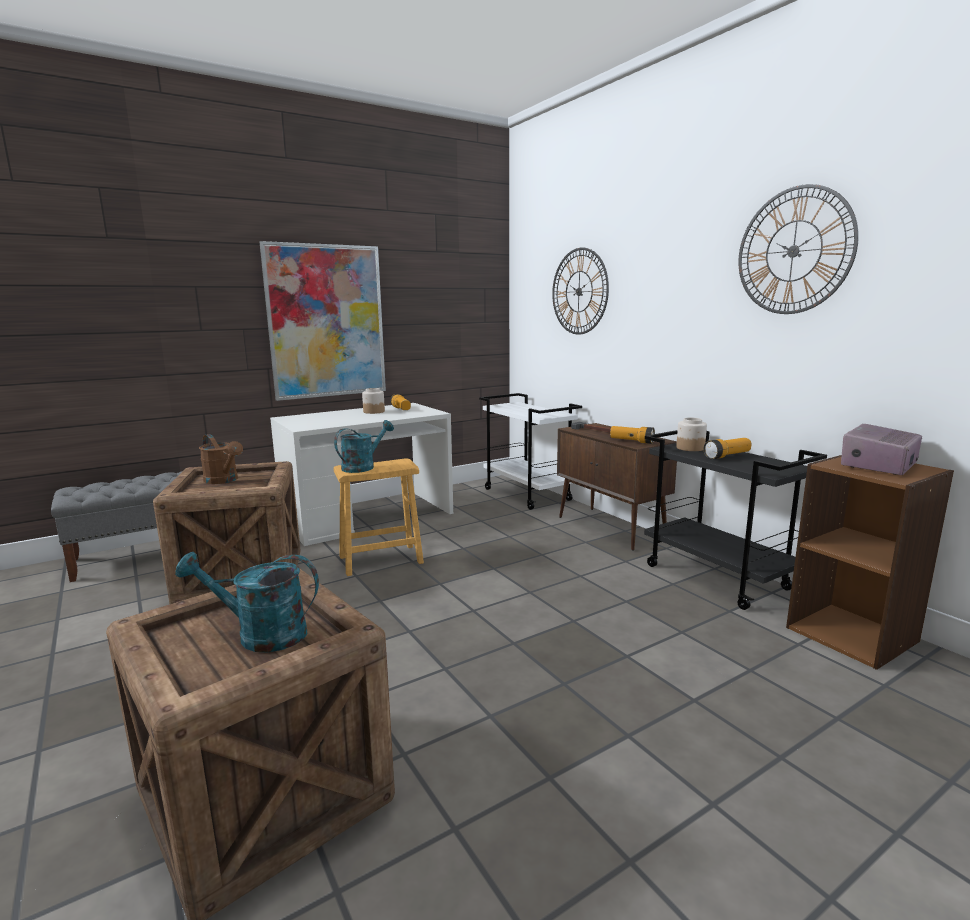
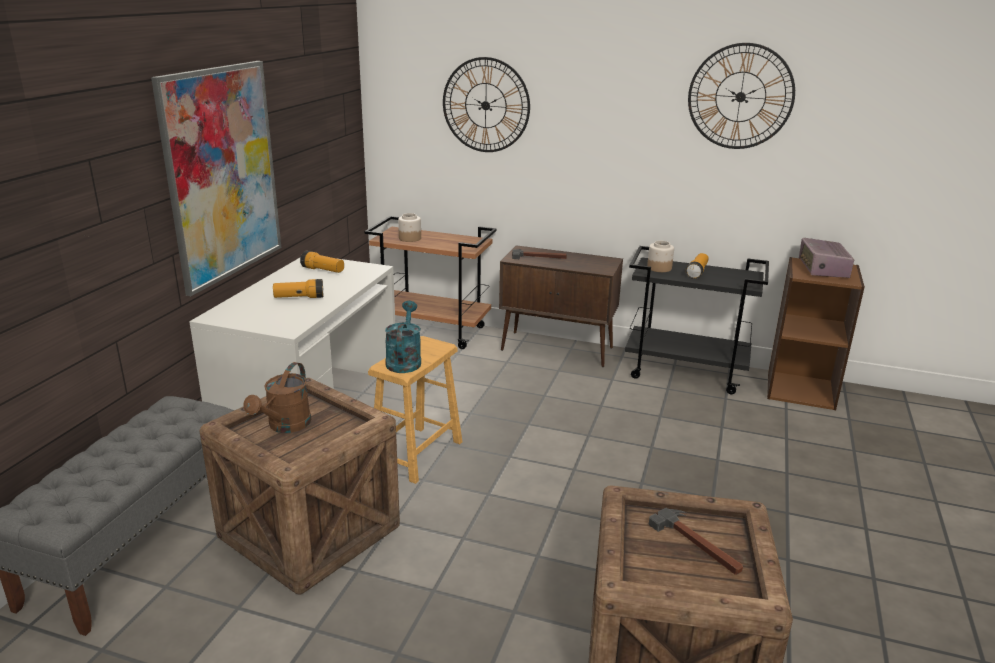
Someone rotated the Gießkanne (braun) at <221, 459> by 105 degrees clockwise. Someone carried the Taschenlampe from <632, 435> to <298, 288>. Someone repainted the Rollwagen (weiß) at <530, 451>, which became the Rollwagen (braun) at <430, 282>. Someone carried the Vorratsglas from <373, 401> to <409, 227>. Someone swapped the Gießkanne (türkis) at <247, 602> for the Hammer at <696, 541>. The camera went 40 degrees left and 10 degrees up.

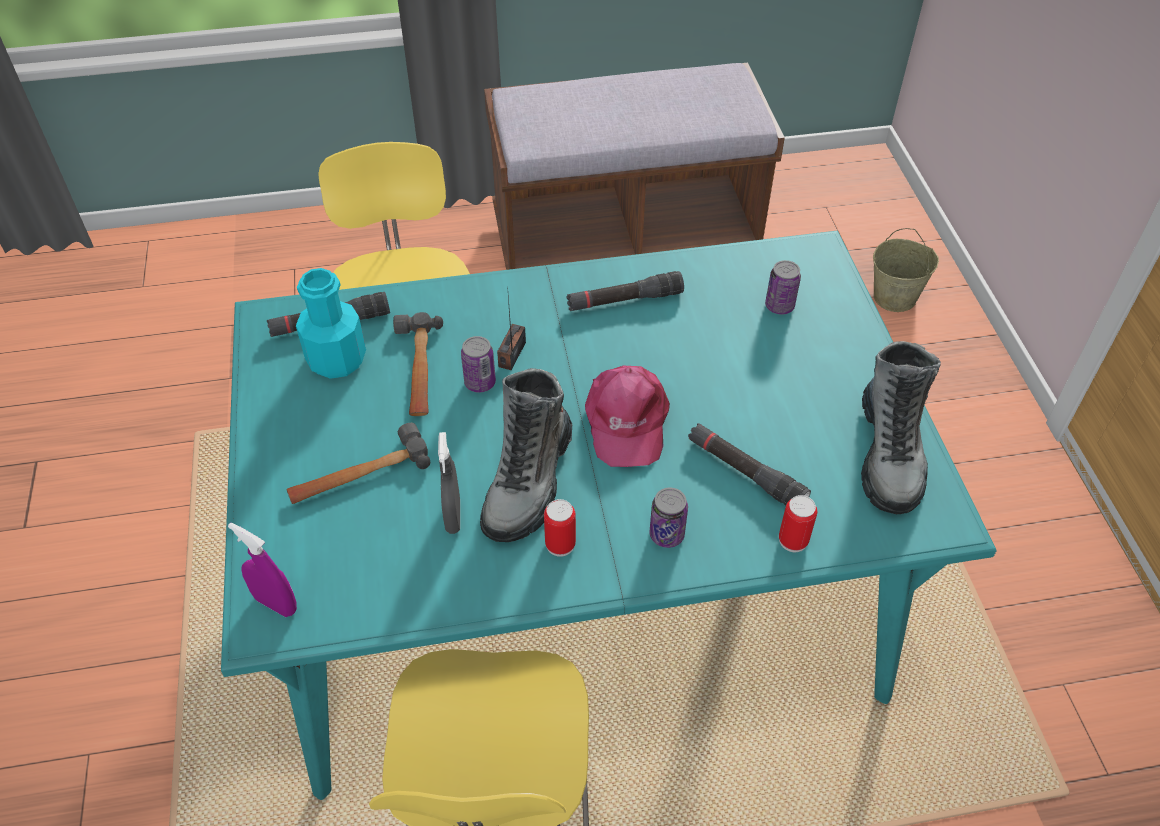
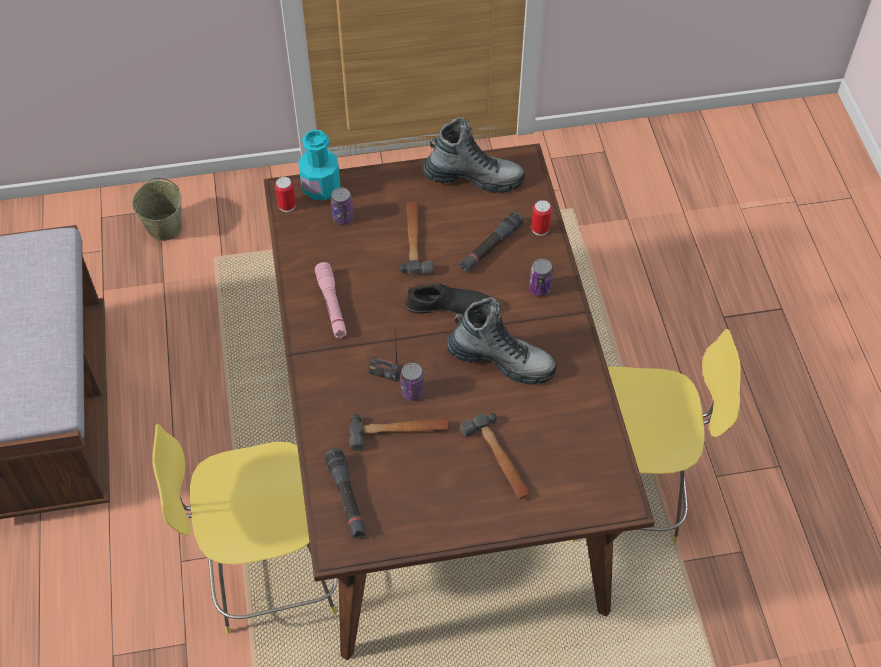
Someone repainted the Esstisch (türkis) at <609, 515>, which became the Esstisch (braun) at <459, 401>. Someone carried the Dose from <560, 528> to <285, 194>. Someone carried the Flasche (türkis) from <331, 323> to <319, 165>. Someone repainted the Taschenlampe (schwarz) at <625, 291>, which became the Taschenlampe (rosa) at <331, 300>. Someone put down the Hammer at <416, 239>. Someone swapped the Kappe (rosa) at <627, 416> for the Schuh (schwarz) at <447, 299>. Someone took away the Sprühflasche (lila) at <262, 570>. Someone took away the Sprühflasche (grau) at <449, 483>. The camera went 90 degrees left and 5 degrees up.

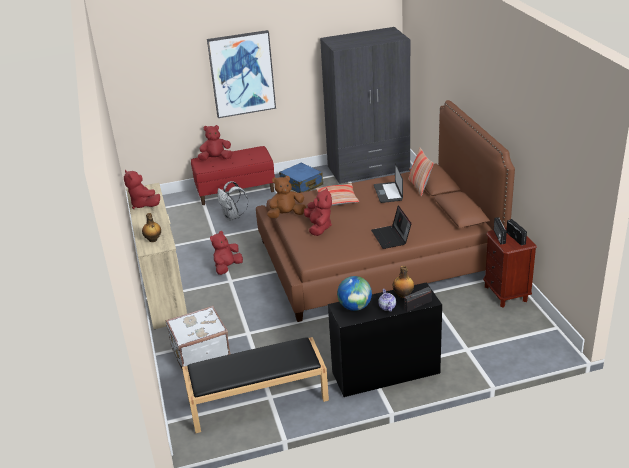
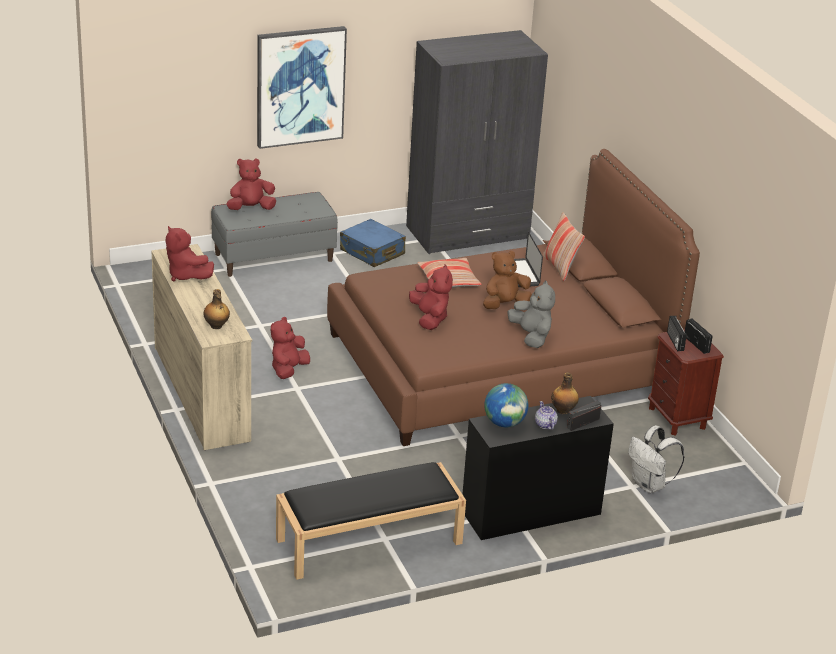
Someone repainted the Bank (rot) at <233, 175>, which became the Bank (grau) at <274, 234>. Someone carried the Plüschtier (braun) from <286, 197> to <507, 280>. Someone swapped the Laptop at <391, 227> for the Plüschtier (grau) at <531, 314>. Someone carried the Rucksack (weiß) from <233, 201> to <656, 459>. Someone took away the Koffer (weiß) at <198, 338>. The camera went 10 degrees left and 0 degrees up.

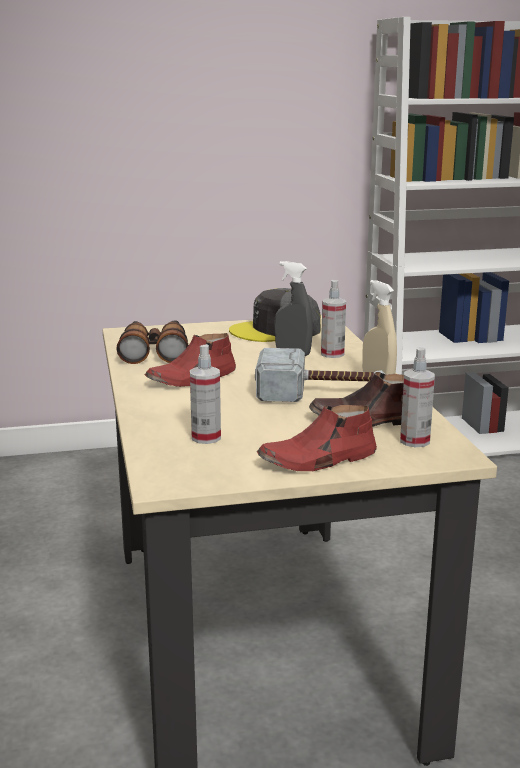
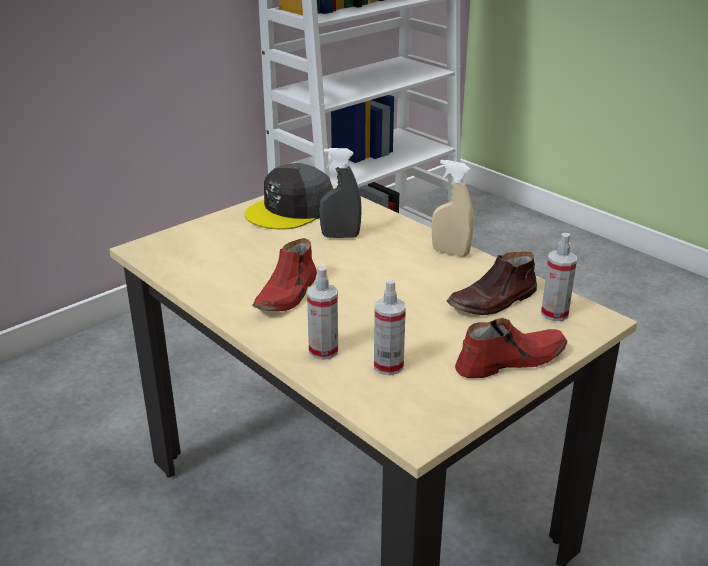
Someone carried the Sprühflasche from <333, 319> to <322, 313>. Someone rotated the Schuh (rot) at <317, 438> by 150 degrees counterclockwise. Someone took away the Fernglas at <152, 342>. Someone took away the Hammer at <320, 375>. The camera went 30 degrees left and 10 degrees up.

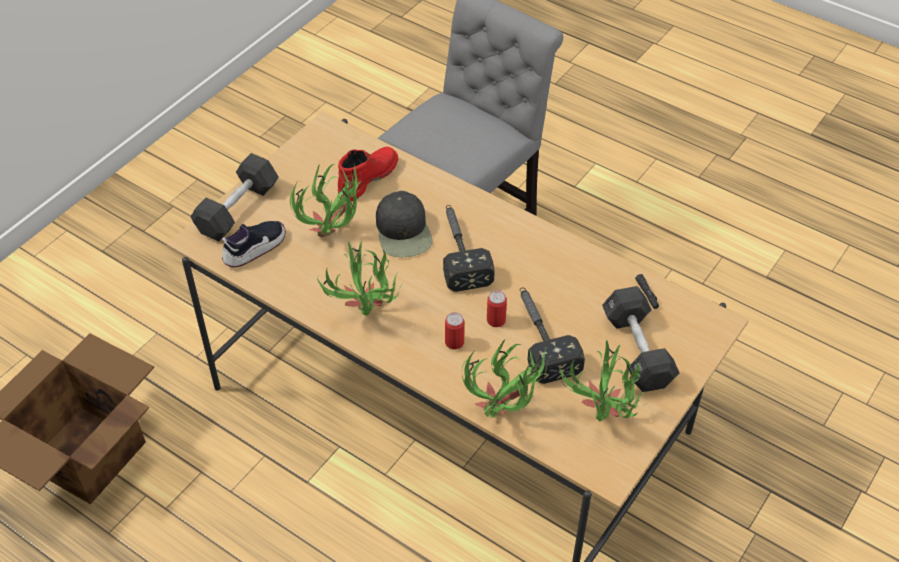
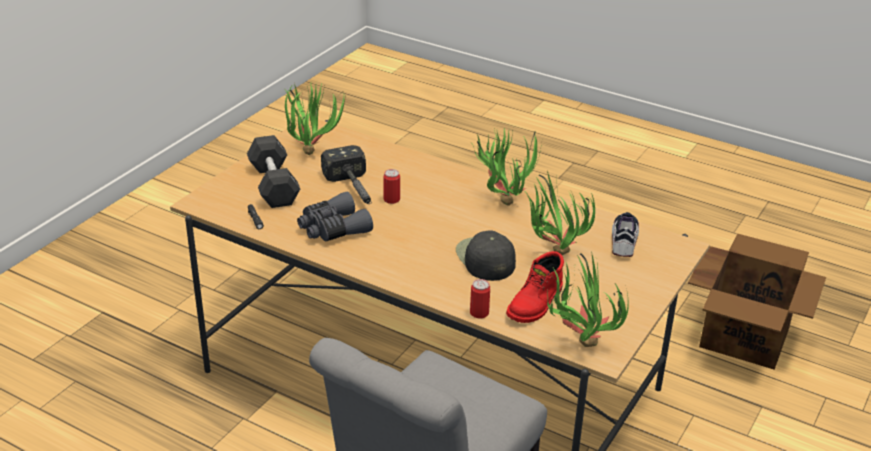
Someone put down the Fernglas (grau) at <335, 217>. Someone carried the Dose from <455, 330> to <480, 298>. Someone carried the Topfpflanze from <505, 378> to <588, 299>. Someone rotated the Schuh at <254, 244> by 150 degrees clockwise. Someone took away the Hantel (schwarz) at <235, 197>. Someone took away the Hammer at <469, 248>. The camera went 175 degrees right and 15 degrees down.

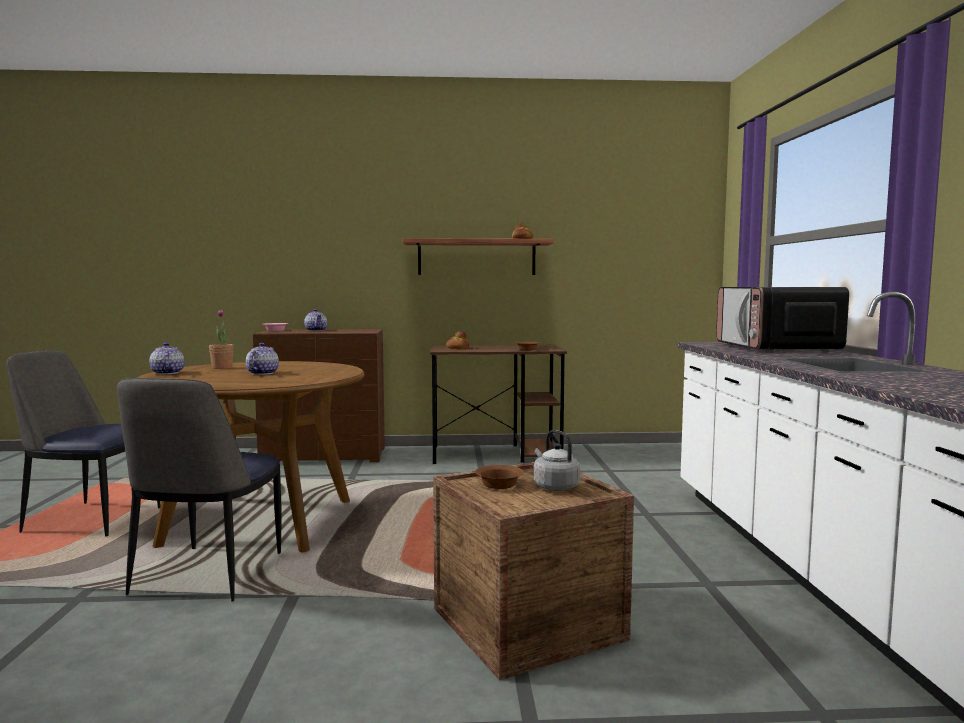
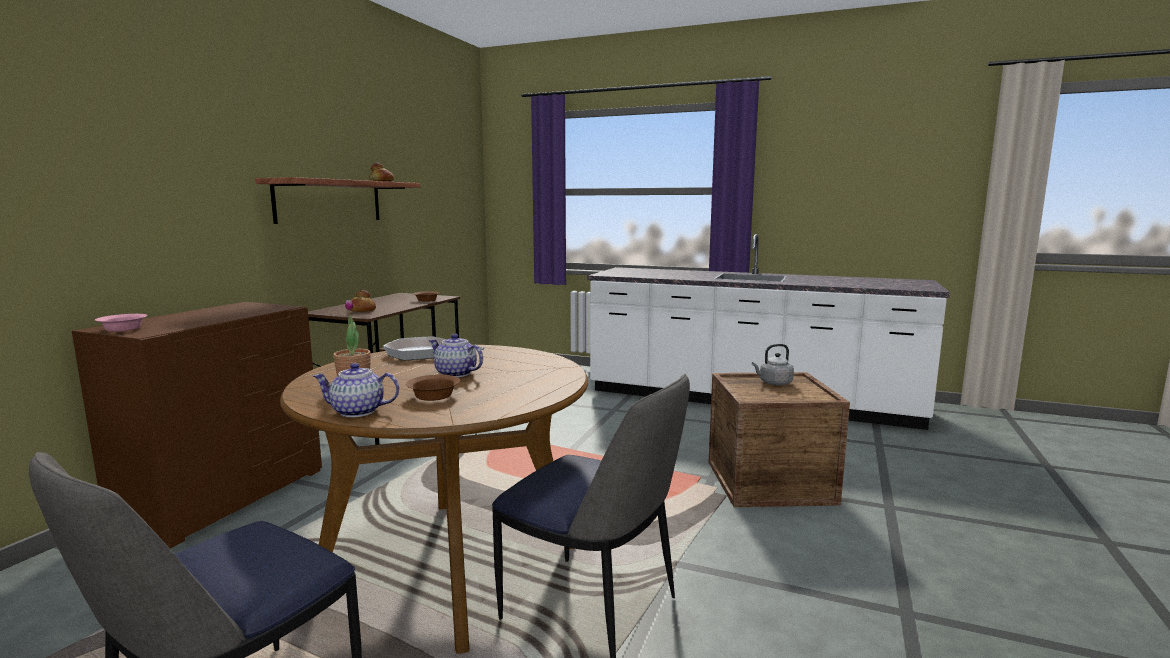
Someone put down the Pfanne at <433, 348>. Someone carried the Schüssel (braun) from <499, 477> to <433, 388>. Someone took away the Teekanne at <315, 320>. Someone took away the Mikrowelle at <782, 319>. The camera went 65 degrees left and 5 degrees up.

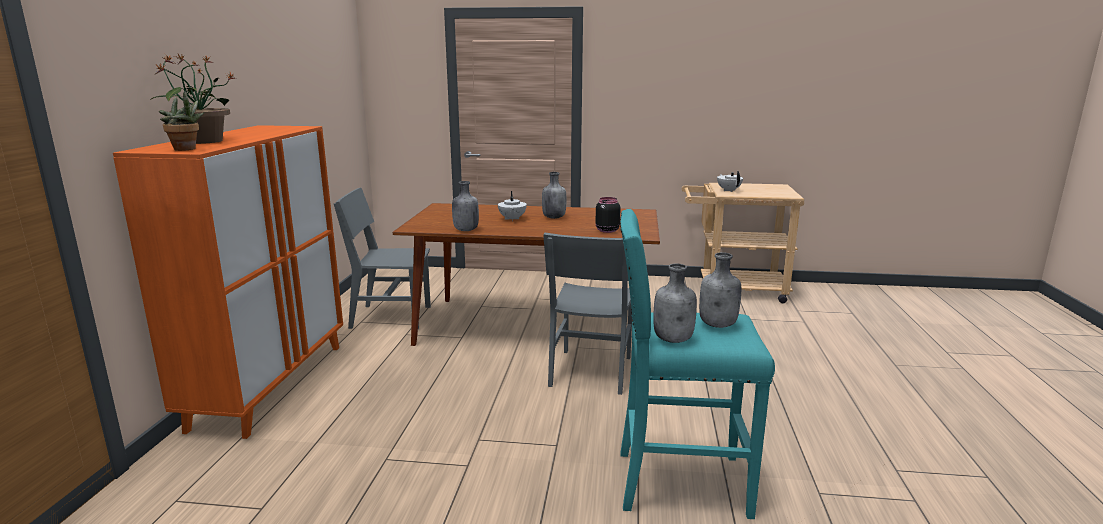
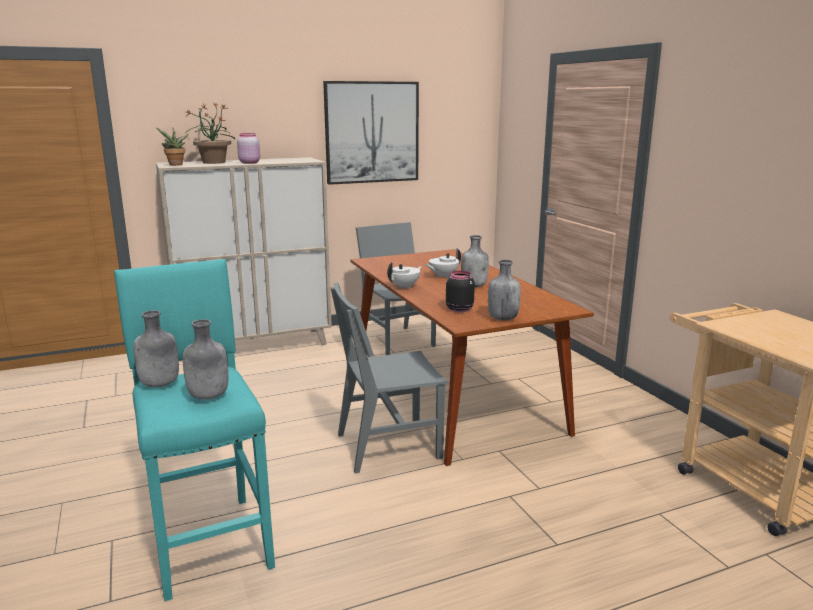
Someone repainted the Schrank (orange) at <228, 282>, which became the Schrank (beige) at <244, 251>. Someone put down the Vorratsglas (rosa) at <248, 148>. Someone put up the Bild at <371, 133>. Someone carried the Teekanne (weiß) from <730, 181> to <404, 275>. Someone carried the Flasche (grau) from <465, 206> to <504, 290>. The camera went 60 degrees right and 0 degrees up.

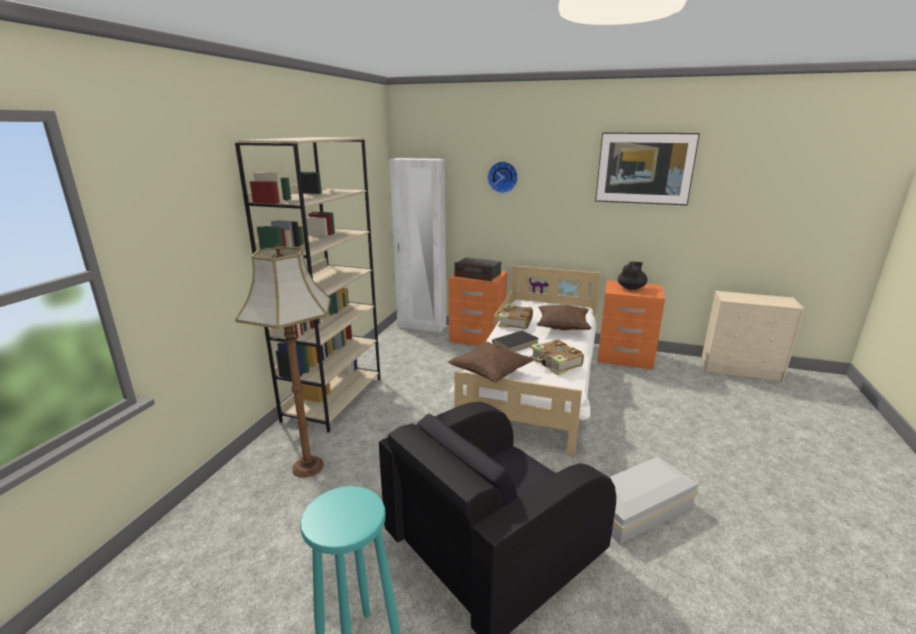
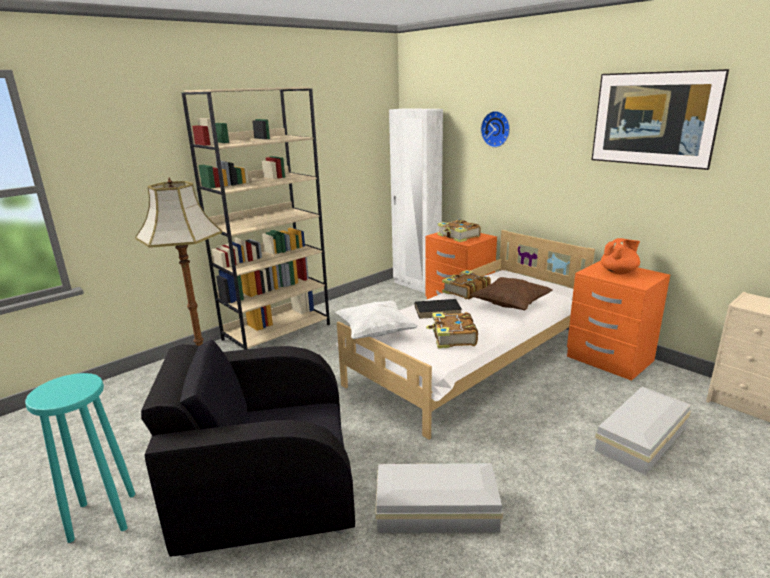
Someone repainted the Kissen (braun) at <491, 362>, which became the Kissen (weiß) at <377, 319>. Someone swapped the Radio at <478, 269> for the Buch at <459, 230>. Someone put down the Aufbewahrungsbox (weiß) at <643, 431>. Someone repainted the Teekanne (schwarz) at <633, 275>, which became the Teekanne (orange) at <620, 256>. The camera went 30 degrees right and 0 degrees up.

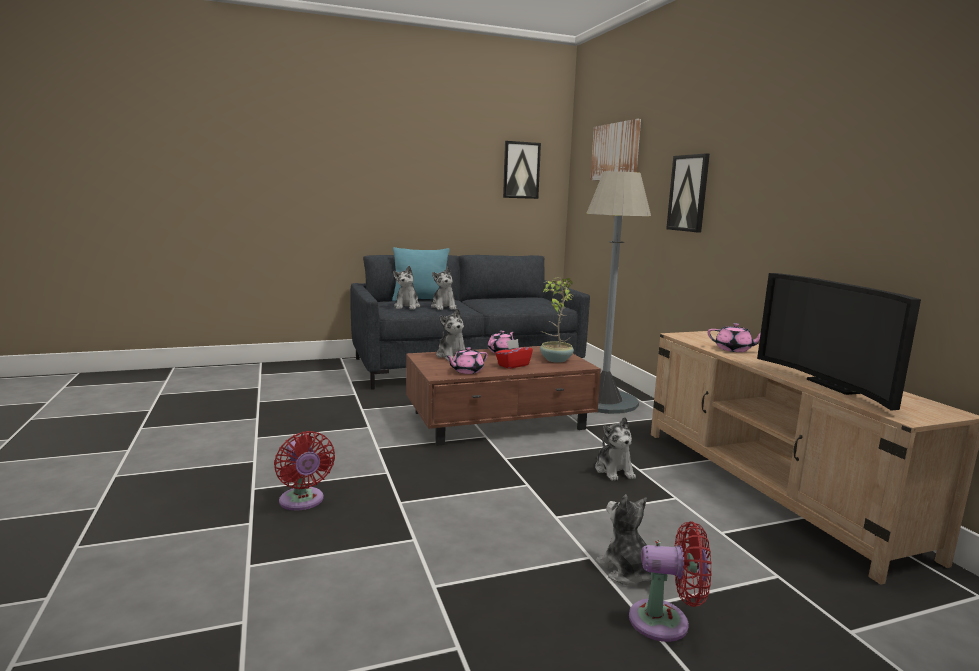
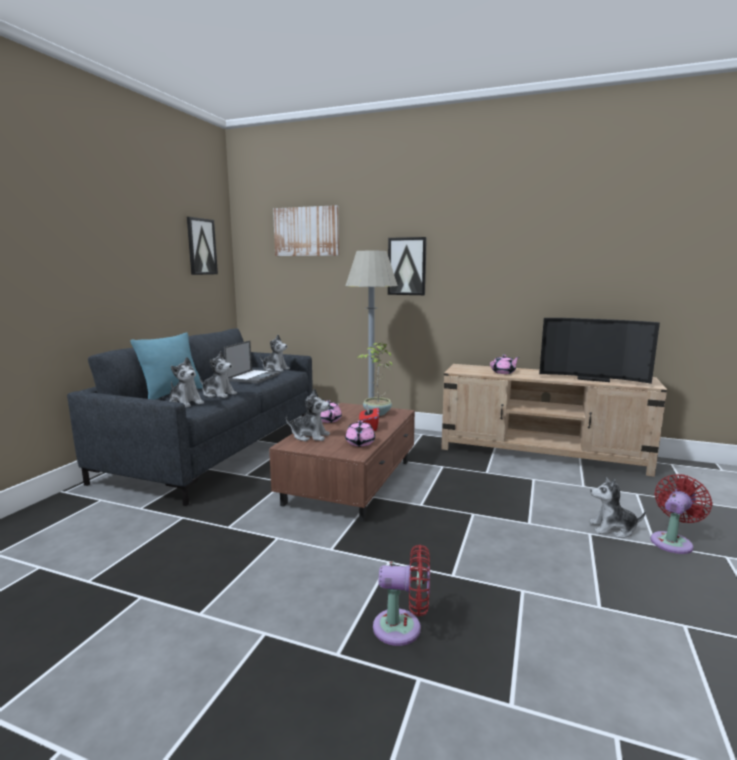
Someone put down the Laptop at <252, 362>. Someone carried the Plüschtier from <615, 449> to <275, 353>. The camera went 50 degrees left and 0 degrees up.

